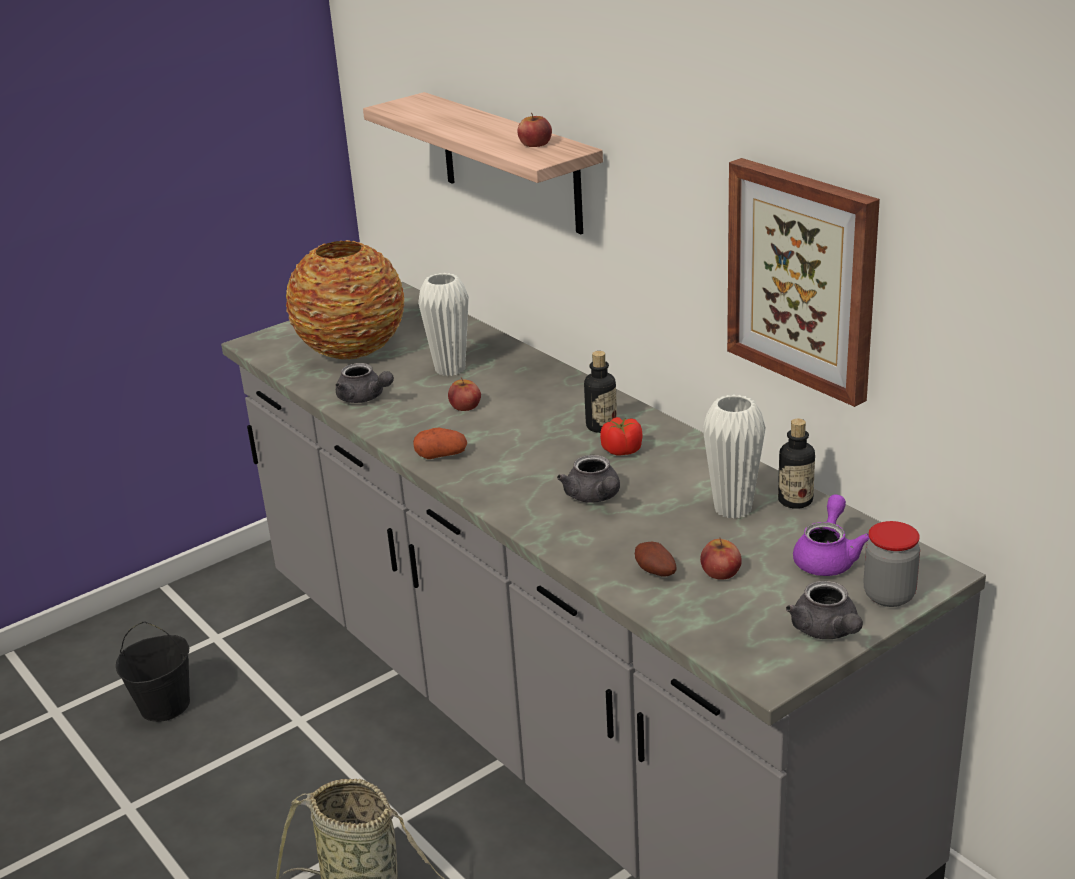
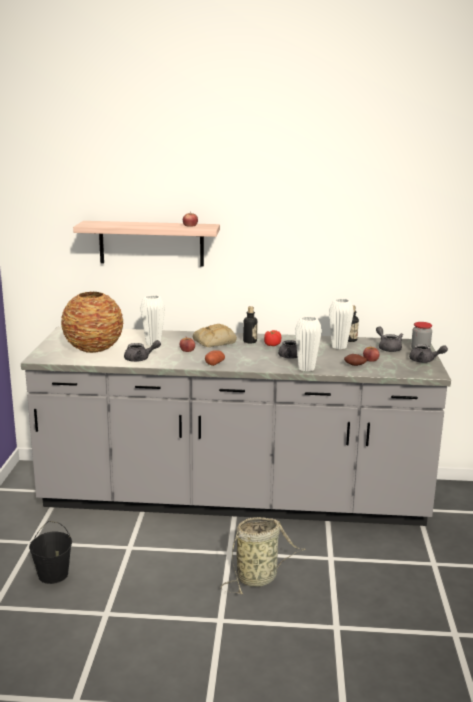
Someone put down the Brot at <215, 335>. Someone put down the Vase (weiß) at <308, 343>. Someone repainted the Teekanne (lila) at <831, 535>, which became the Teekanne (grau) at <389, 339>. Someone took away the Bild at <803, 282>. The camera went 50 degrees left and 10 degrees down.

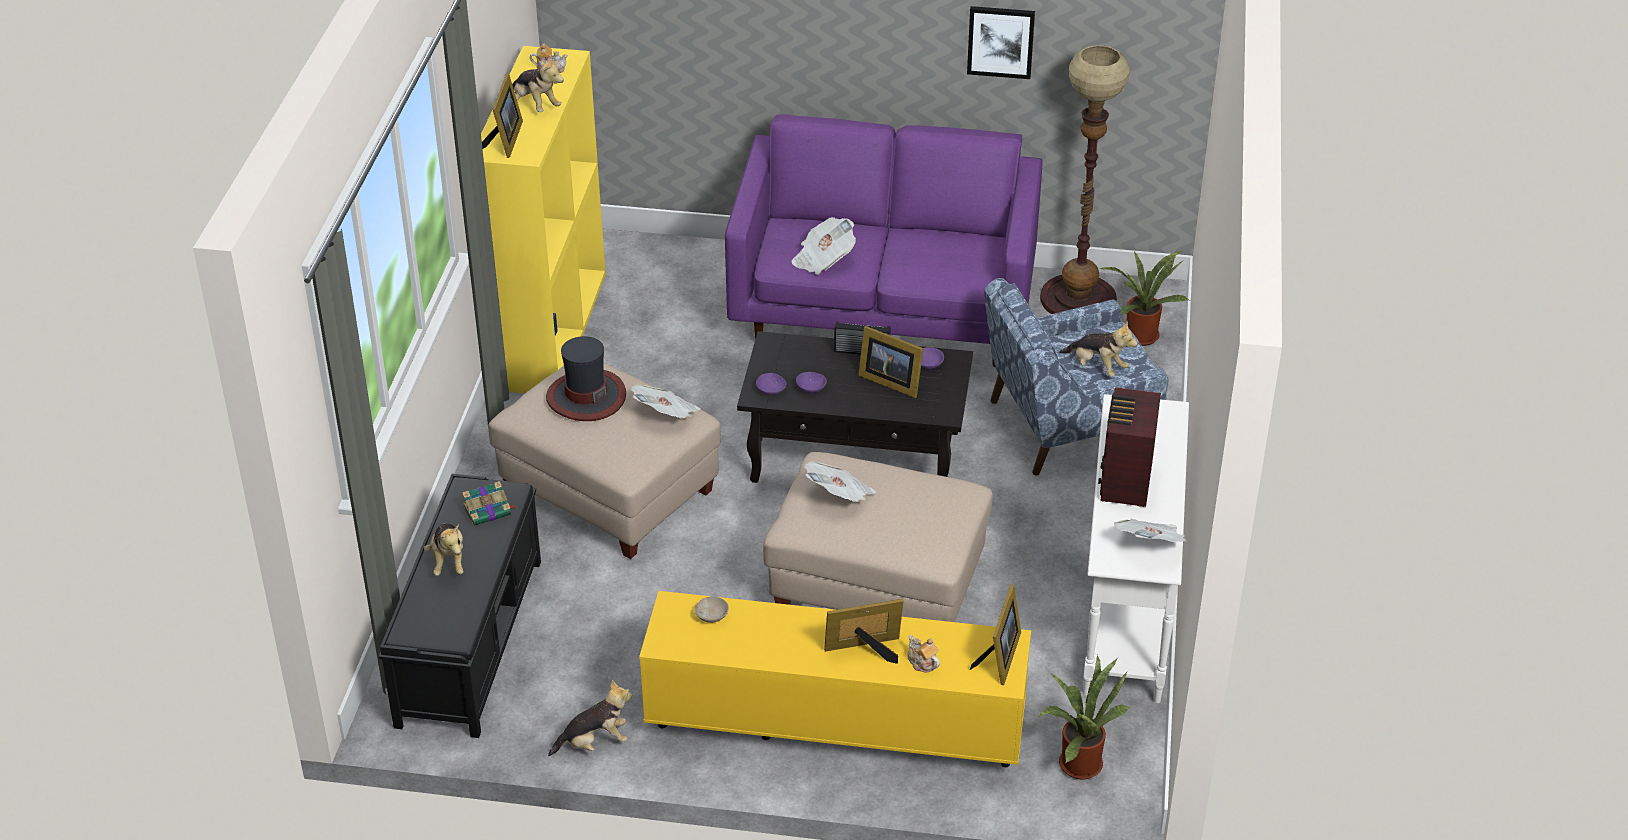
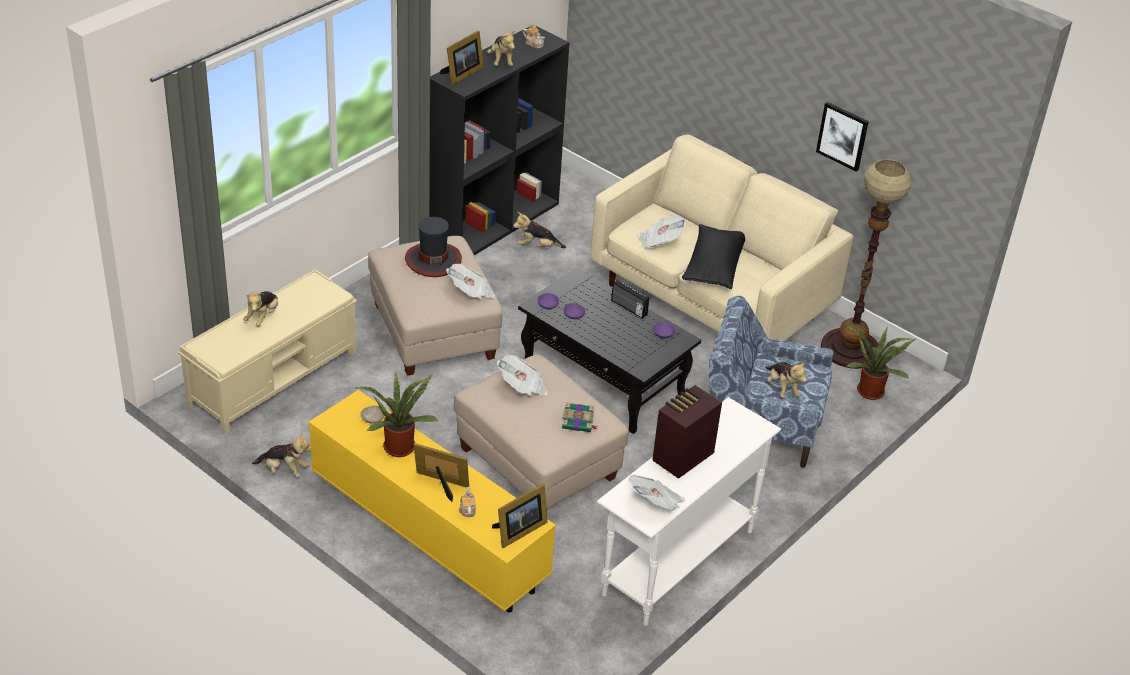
Someone repainted the Bank (schwarz) at <459, 606>, which became the Bank (beige) at <267, 351>. Someone carried the Topfpflanze from <1084, 717> to <397, 414>. Someone repainted the Bücherregal (gelb) at <543, 219>, which became the Bücherregal (schwarz) at <500, 140>. Someone put down the Plüschtier at <539, 230>. Someone carried the Buch from <489, 503> to <579, 417>. Someone repainted the Sofa (lila) at <884, 240>, which became the Sofa (beige) at <722, 237>. Someone put down the Kissen (schwarz) at <713, 256>. Someone took away the Bilderrahmen at <890, 362>. The camera went 30 degrees right and 0 degrees up.

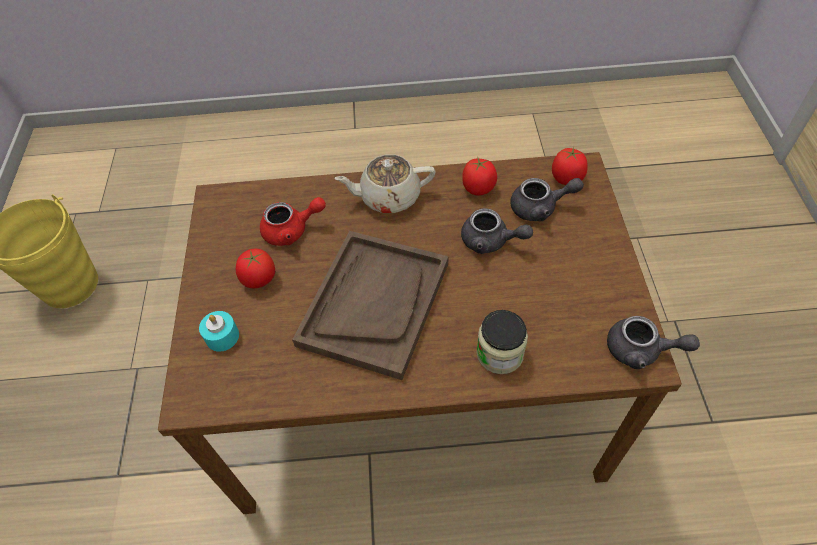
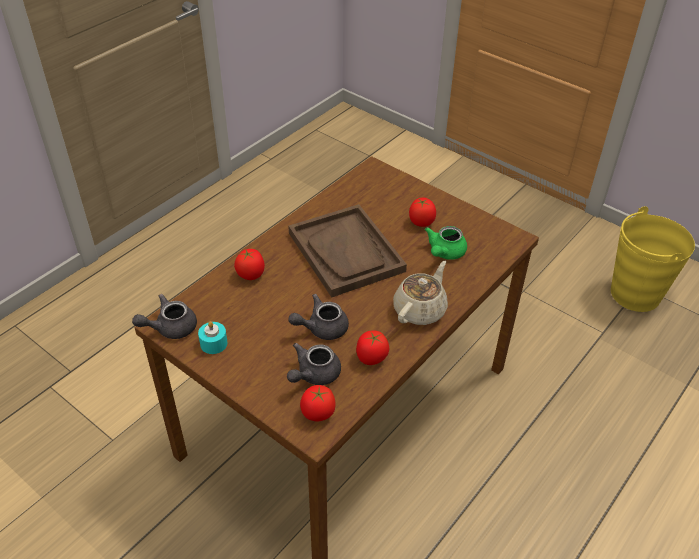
Someone carried the Kerze (türkis) from <219, 331> to <212, 337>. Someone swapped the Vorratsglas at <502, 342> for the Tomate at <249, 264>. Someone repainted the Teekanne (rot) at <293, 221>, which became the Teekanne (grün) at <446, 243>. The camera went 130 degrees right and 10 degrees down.

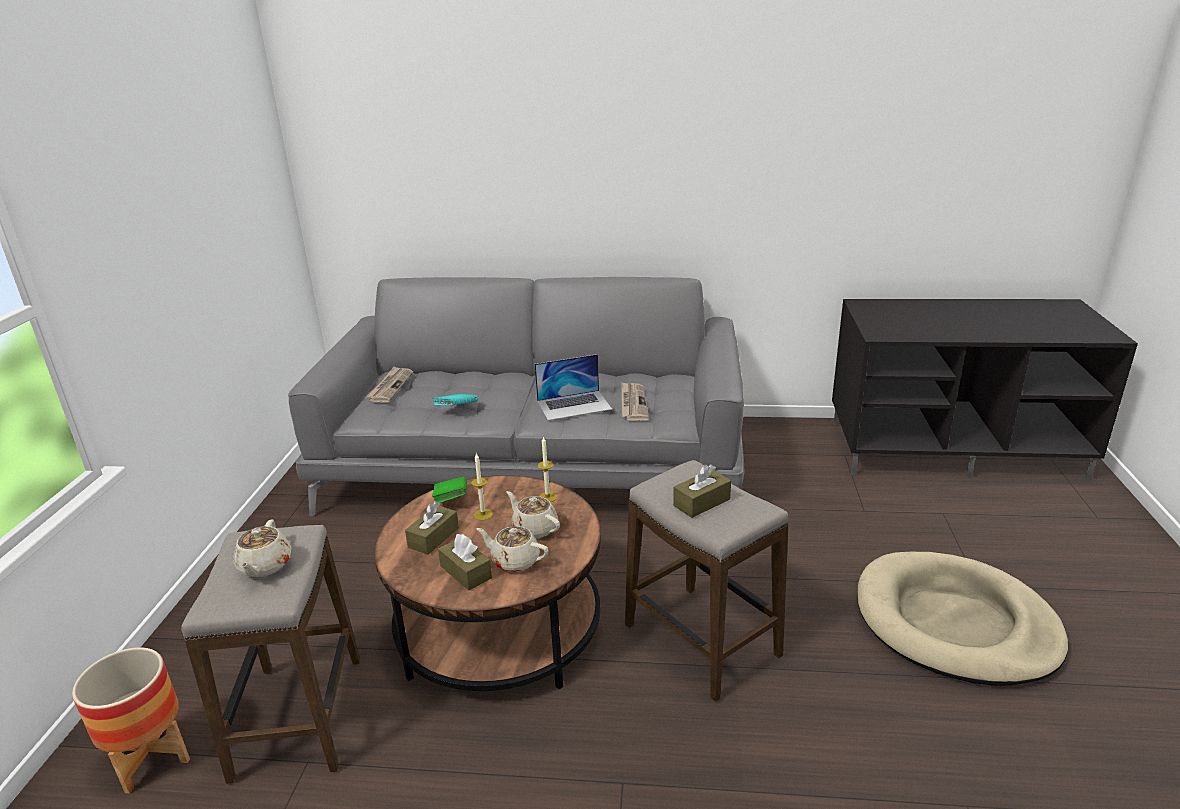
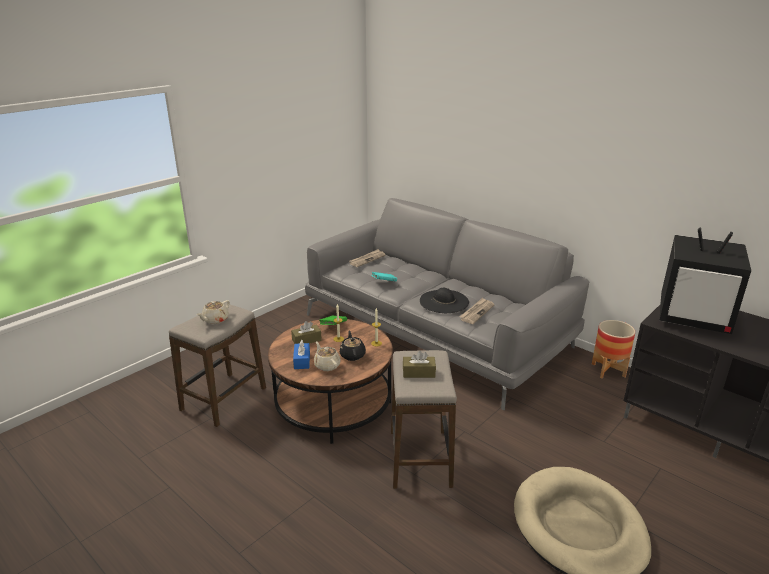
Someone repainted the Taschentuchbox (braun) at <465, 562>, which became the Taschentuchbox (blau) at <301, 354>. Someone repainted the Teekanne (beige) at <533, 515>, which became the Teekanne (schwarz) at <353, 346>. Someone swapped the Laptop at <573, 387> for the Hut (schwarz) at <444, 300>. Someone carried the Pflanzkübel from <131, 720> to <613, 349>. Someone put down the Fernseher at <705, 280>. The camera went 35 degrees right and 0 degrees up.

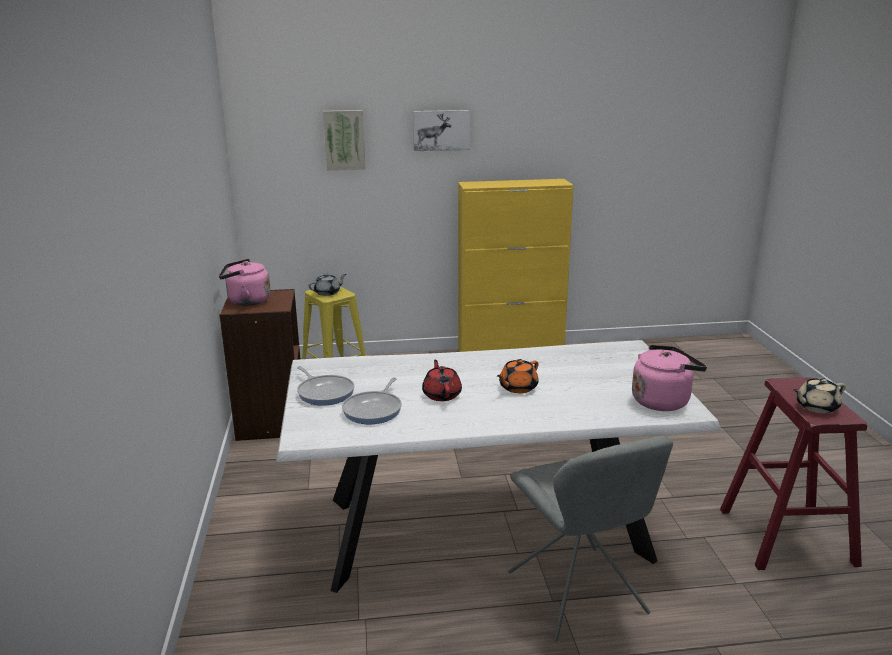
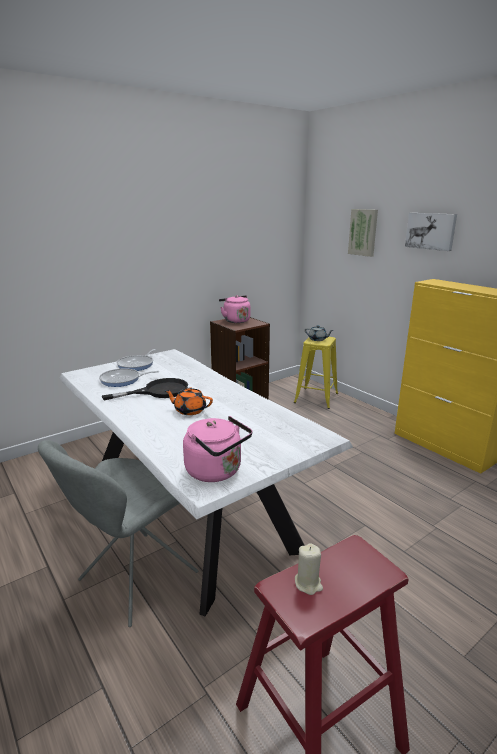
Someone swapped the Teekanne (rot) at <442, 380> for the Pfanne (schwarz) at <145, 389>. Someone swapped the Teekanne (beige) at <820, 396> for the Kerze (beige) at <309, 569>. The camera went 60 degrees right and 0 degrees up.

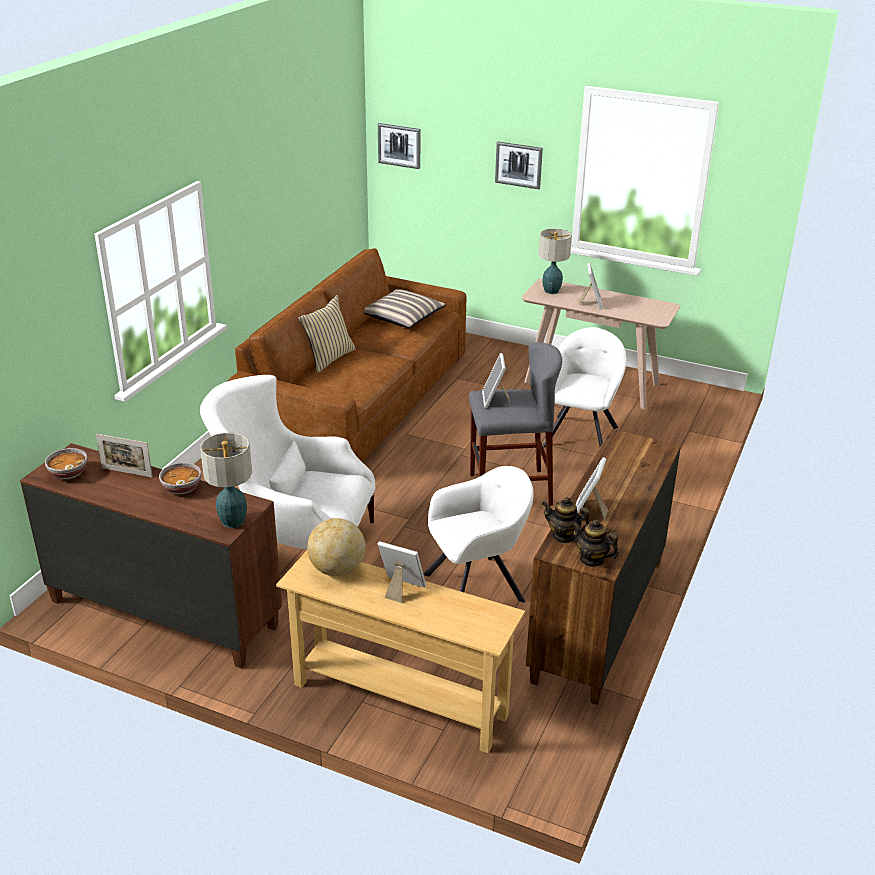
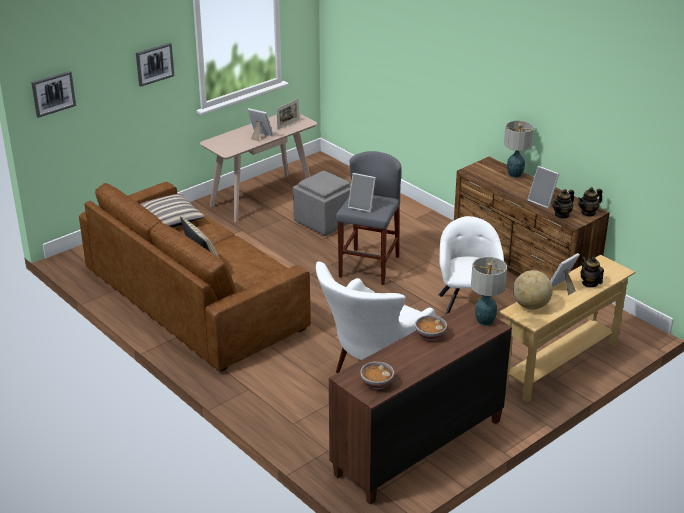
Someone carried the Bilderrahmen from <124, 455> to <288, 114>. Someone swapped the Sessel (weiß) at <584, 387> for the Polsterhocker (grau) at <322, 203>. Someone carried the Tischlampe from <555, 261> to <519, 149>. Someone put down the Teekanne at <592, 272>. The camera went 65 degrees left and 0 degrees up.

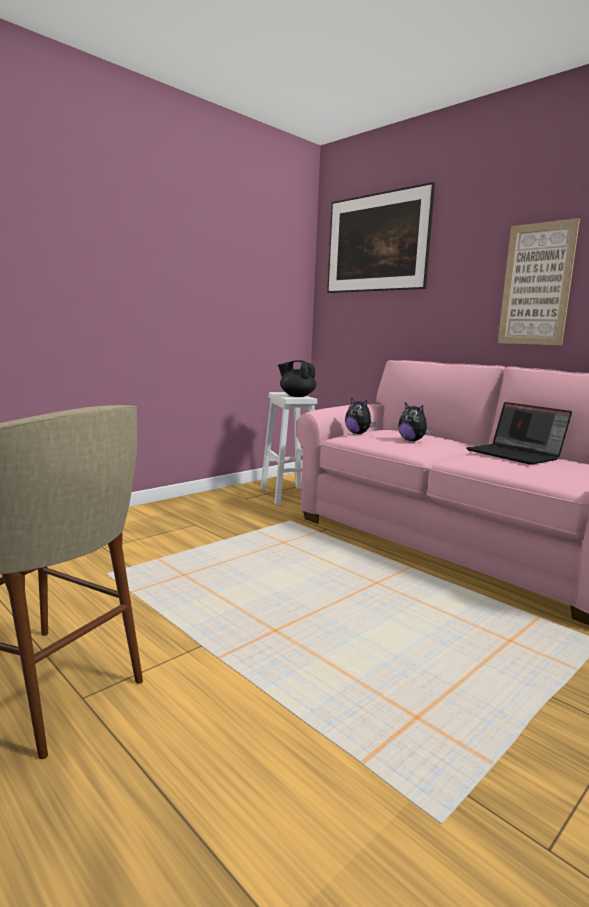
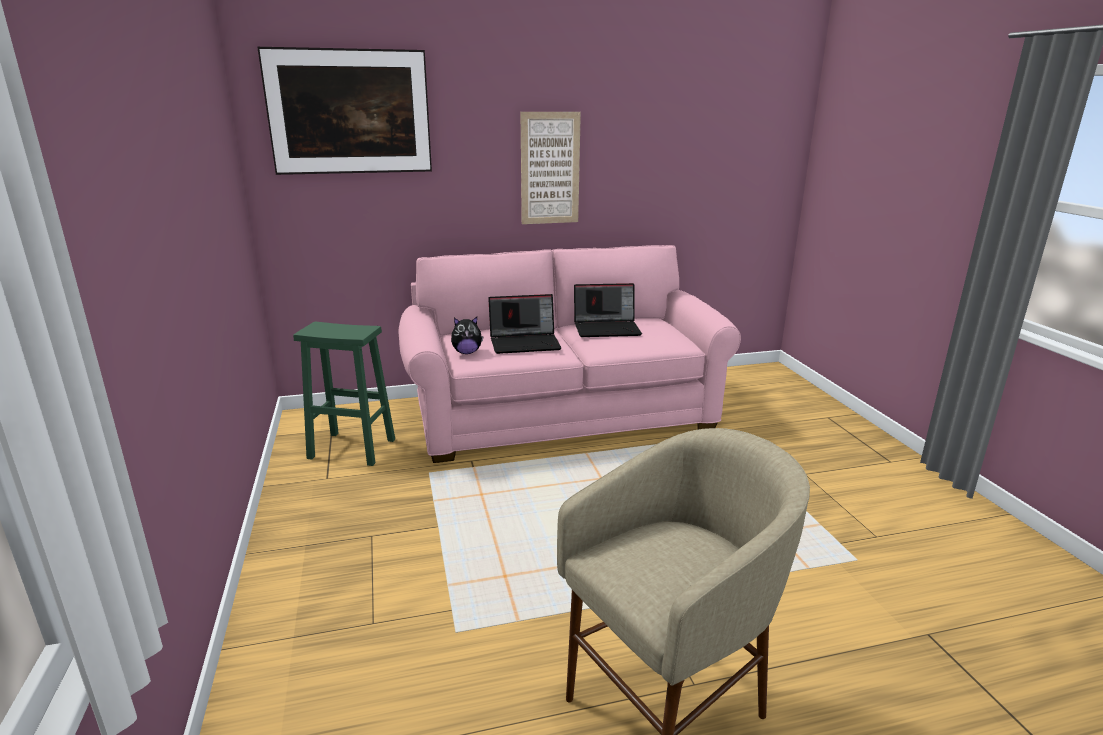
Someone repainted the Hocker (weiß) at <288, 448>, which became the Hocker (grün) at <344, 394>. Someone swapped the Plüschtier at <415, 422> for the Laptop at <524, 324>. Someone took away the Teekanne (schwarz) at <297, 378>. The camera went 60 degrees left and 10 degrees up.

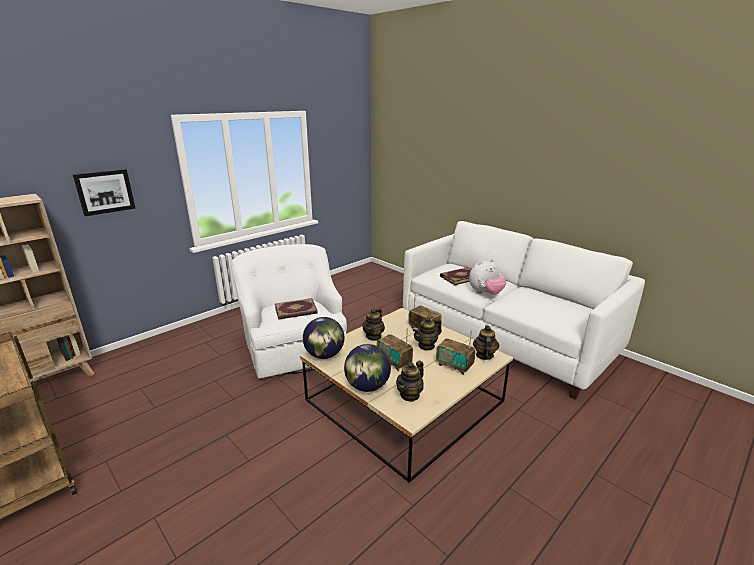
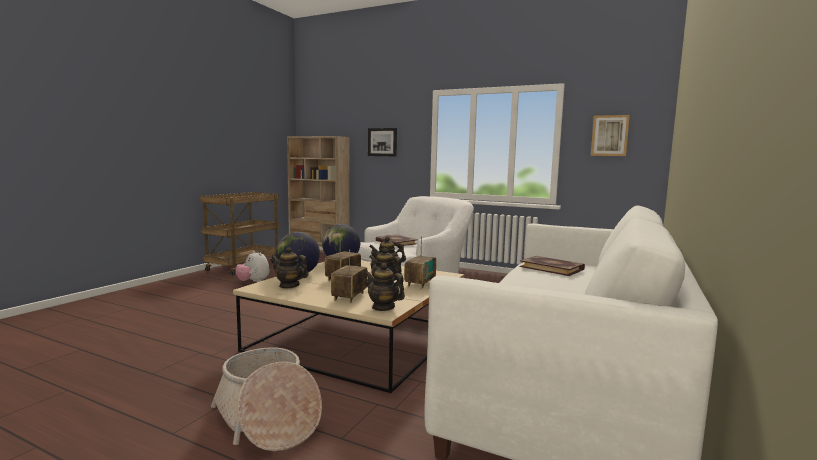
Someone put down the Korb at <266, 399>. Someone carried the Plüschtier from <487, 277> to <252, 266>. Someone rotated the Teekanne at <486, 342> by 135 degrees counterclockwise. Someone put up the Bild at <610, 135>. The camera went 70 degrees right and 15 degrees down.

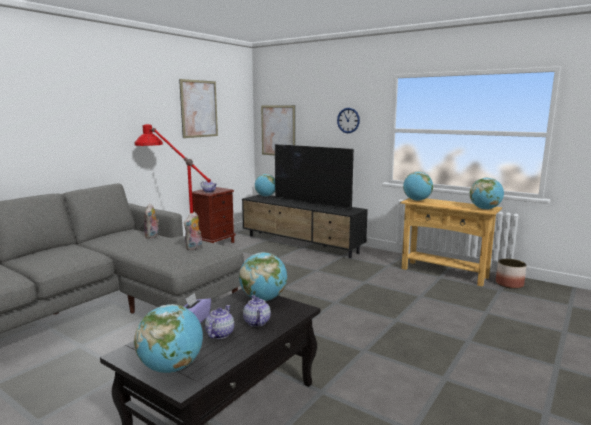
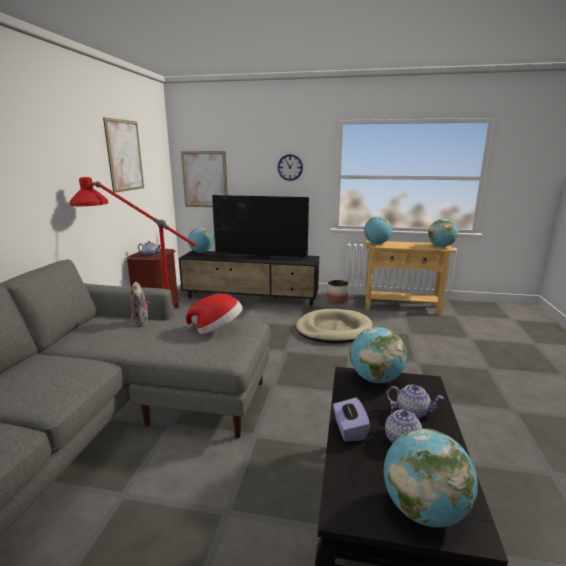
Someone swapped the Plüschtier at <193, 231> for the Hut at <214, 314>. Someone put down the Hundebett (beige) at <334, 326>. Someone carried the Pflanzkübel from <511, 274> to <338, 292>. Someone rotated the Teekanne at <257, 311> by 150 degrees clockwise. The camera went 25 degrees left and 5 degrees up.

